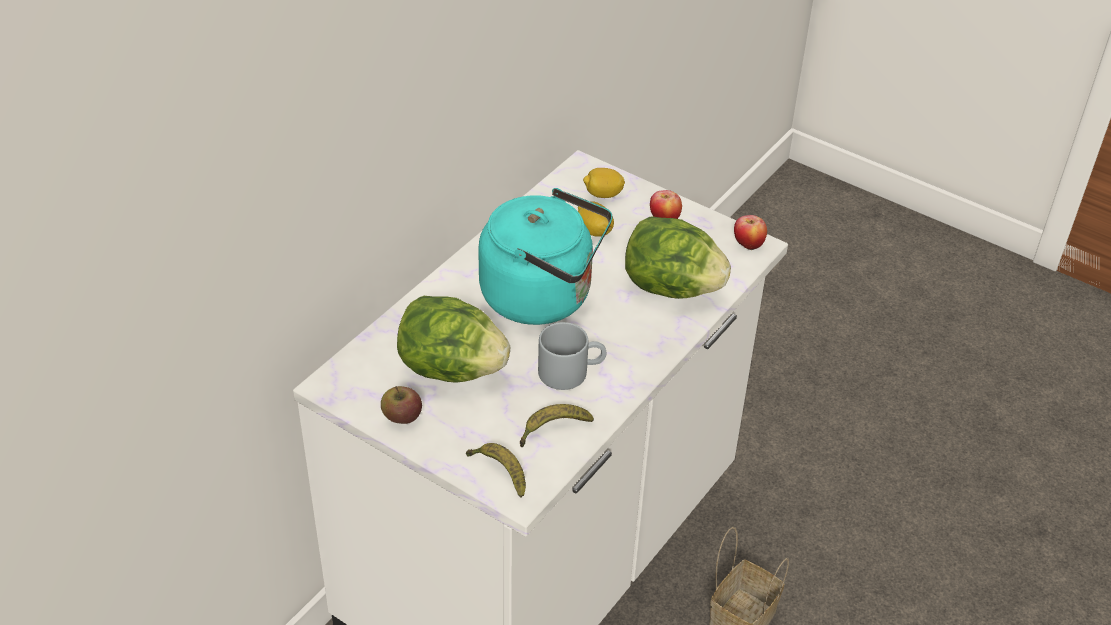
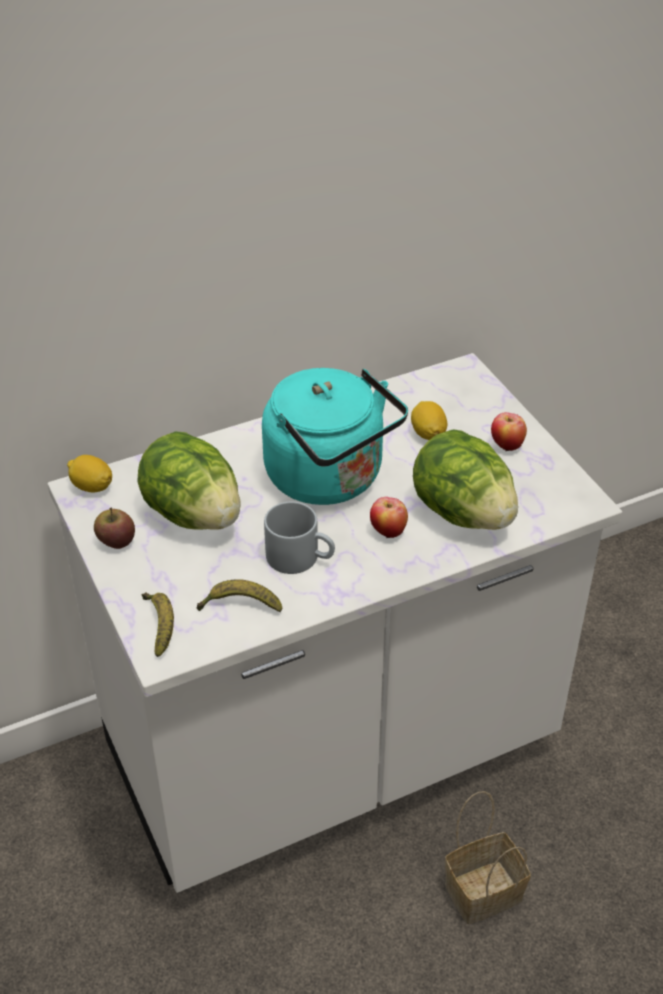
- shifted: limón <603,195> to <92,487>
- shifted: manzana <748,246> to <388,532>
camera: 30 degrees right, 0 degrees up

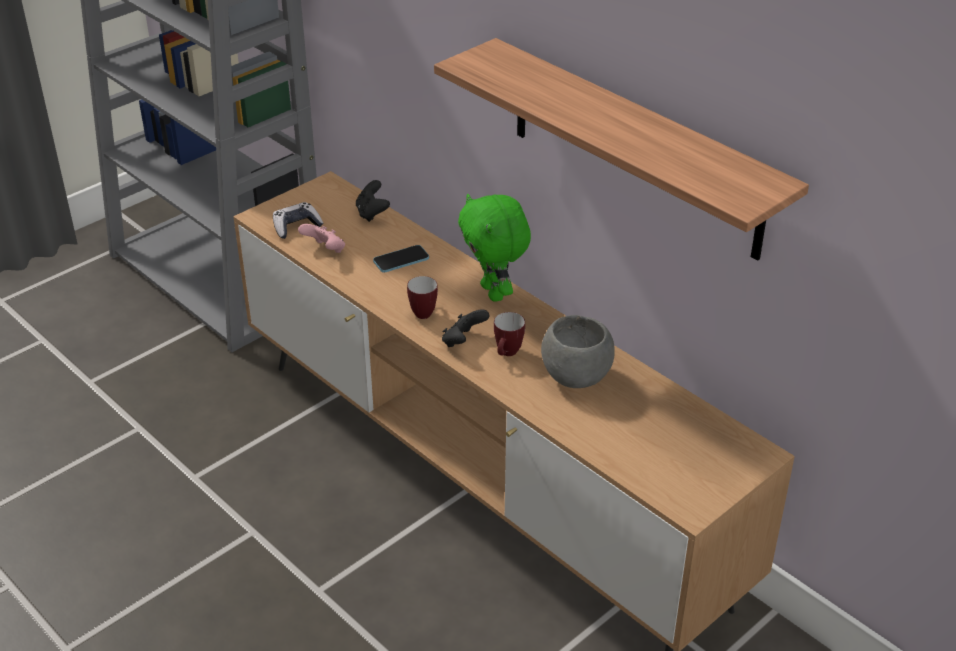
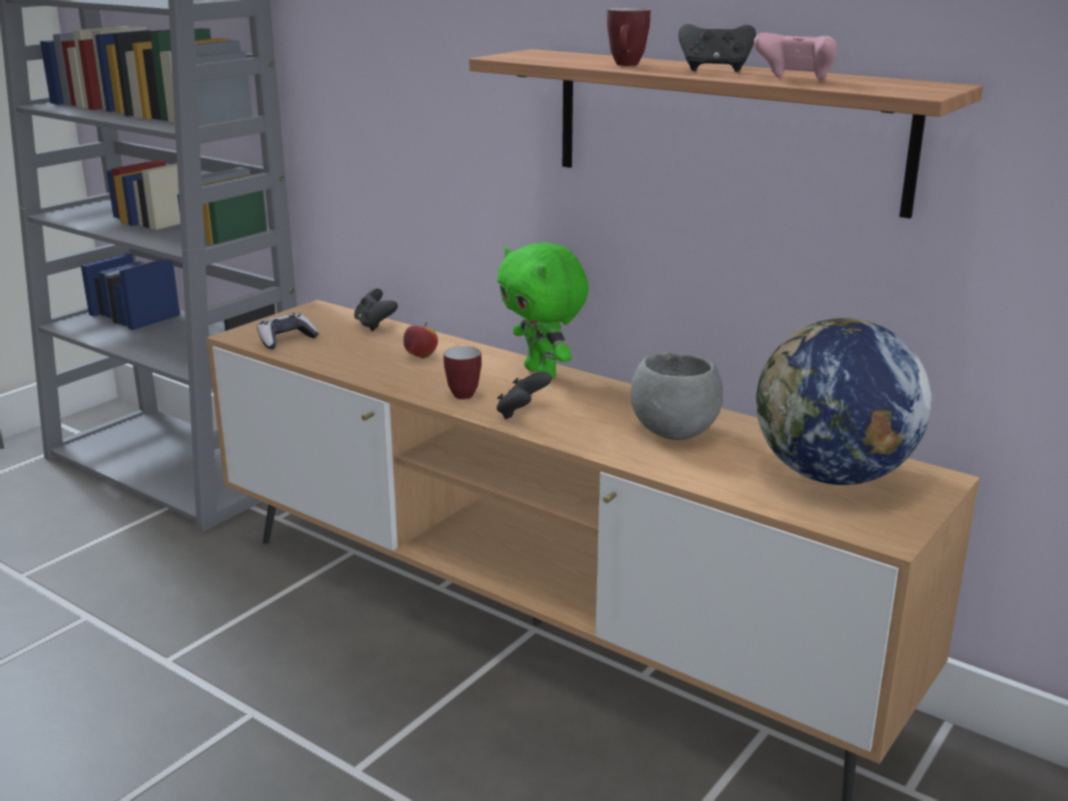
- swapped: móvil <401,260> to manzana <421,356>
- shifted: taza grande <507,354> to <626,65>
- new: mando de consola (negro) <715,70>
- shifted: mando de consola (rosa) <325,250> to <795,80>
- new: globo terráqueo <832,476>
camera: 10 degrees left, 15 degrees down

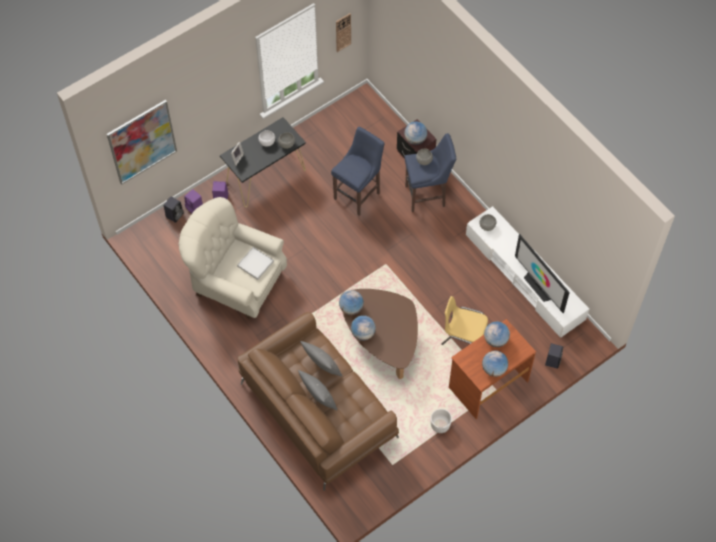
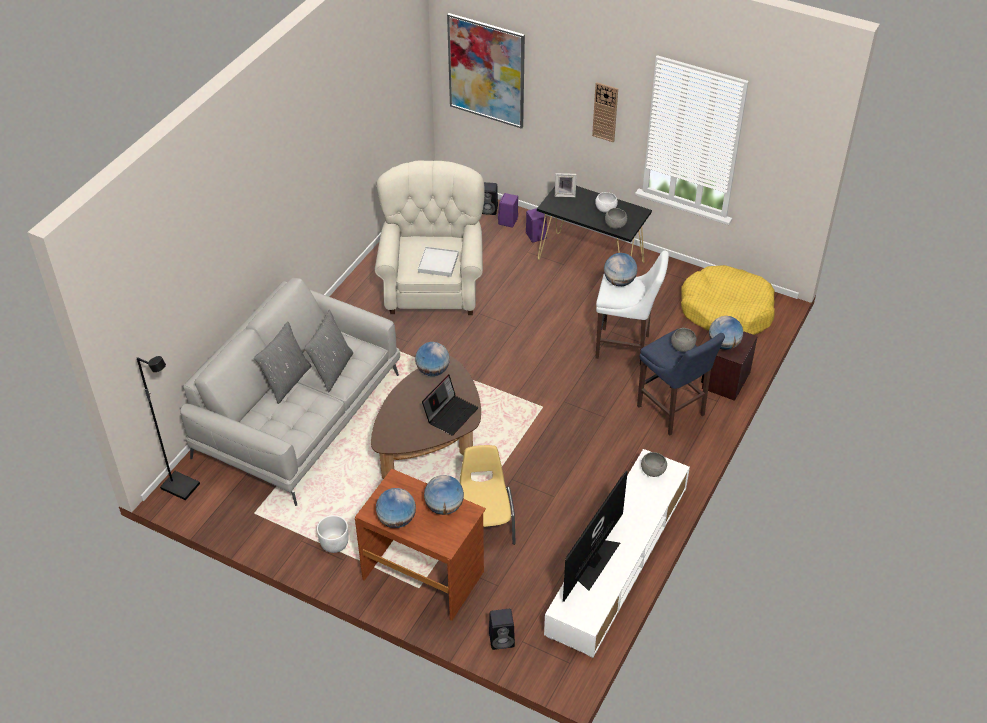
- new: lámpara de pie (negro) <181,486>
- repainted: sofá (marrón) <317,409> to sofá (gris) <299,414>
- new: portátil <450,414>
- shifted: reloj de pared <343,32> to <605,112>
- repainted: taburete (azul) <358,195> to taburete (blanco) <625,347>
- shifted: globo terráqueo <363,333> to <619,282>
- new: cama para perro (amarillo) <726,310>
camera: 65 degrees right, 15 degrees down

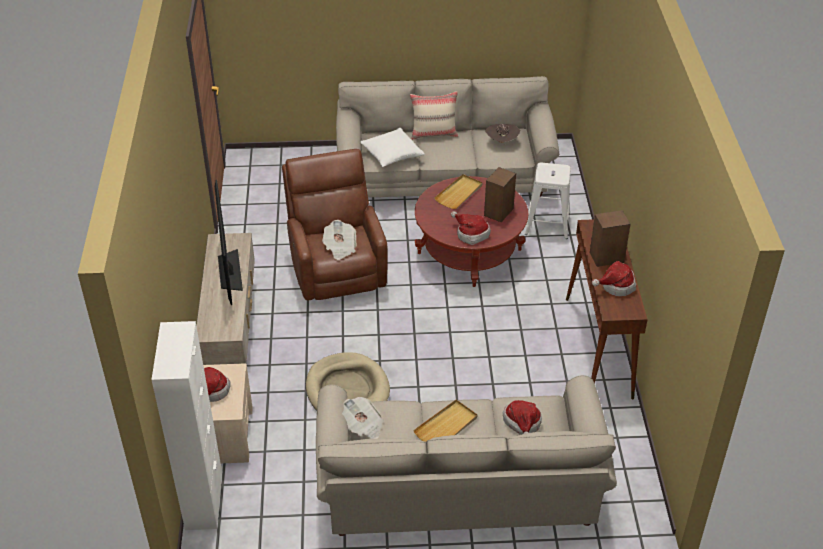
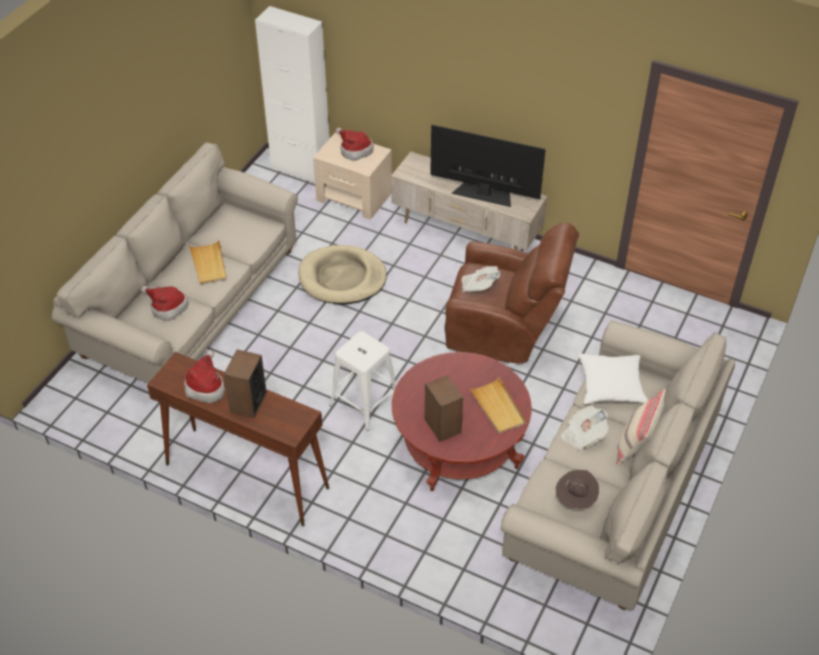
- shifted: taburete (blanco) <547,223> to <364,402>
- shifted: periódico <363,426> to <583,435>
- gone: sombrero <470,234>
camera: 120 degrees right, 5 degrees up

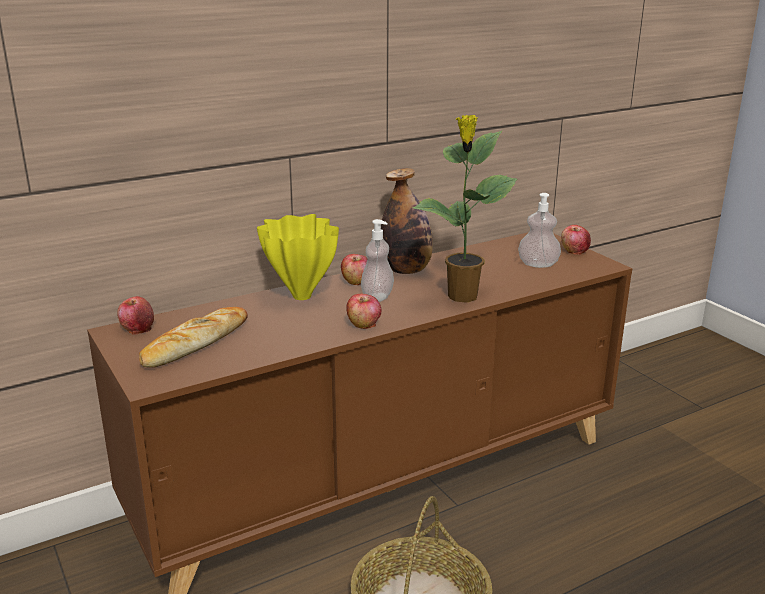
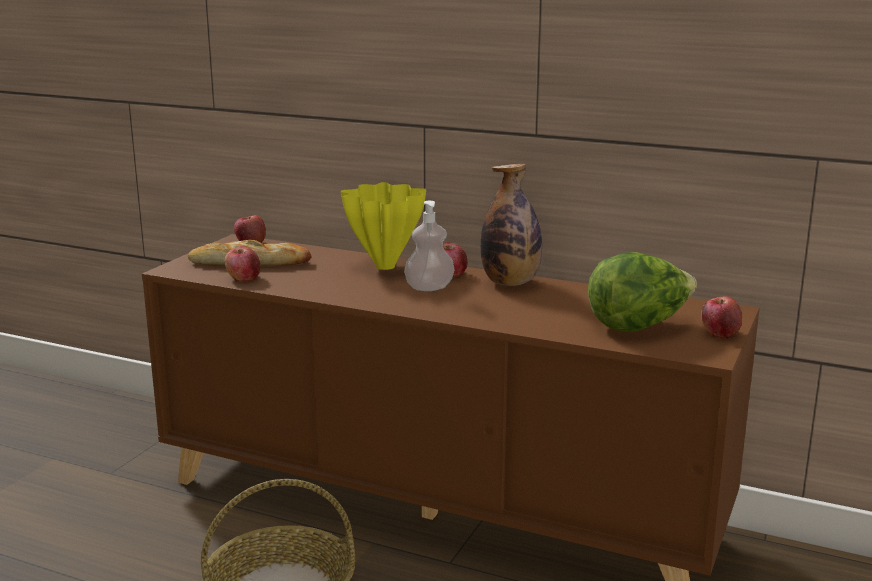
- shifted: manzana <364,324> to <243,278>
- swapped: dispensador de jabón <538,264> to lechuga <638,326>
- gone: planta en maceta <462,297>
camera: 55 degrees right, 5 degrees down

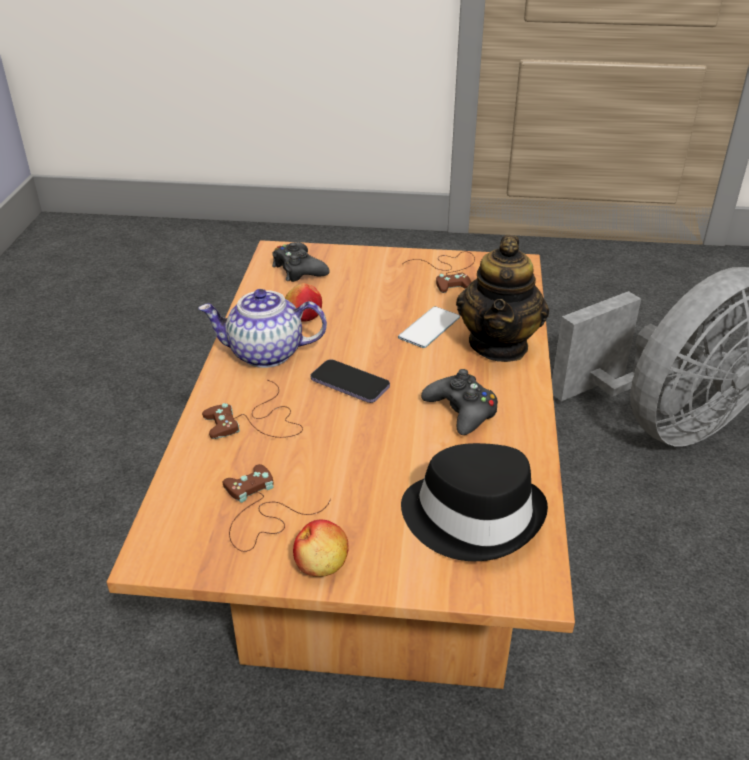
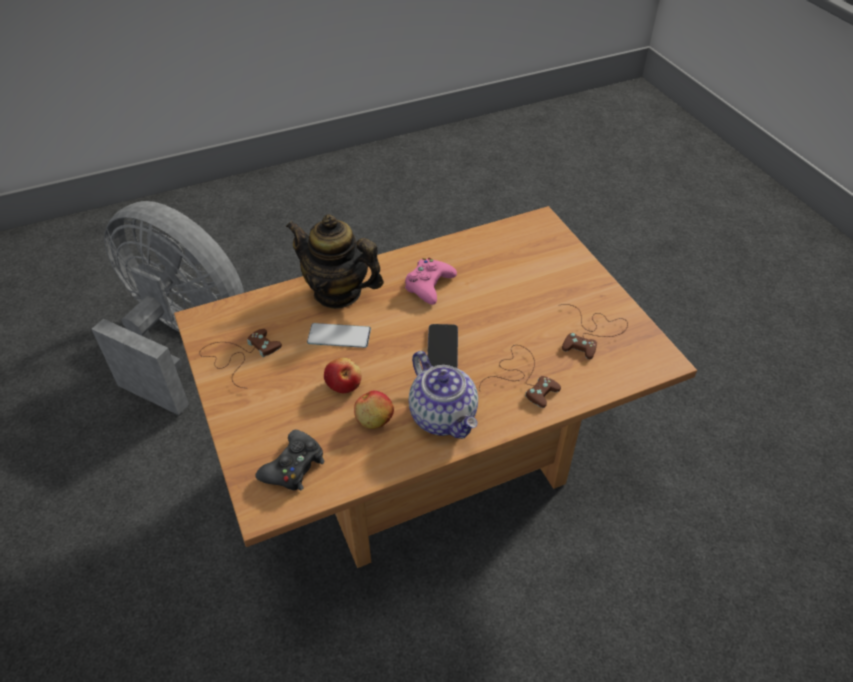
- rotated: tetera <499,345> = <338,292> 135 degrees counterclockwise
- shifted: manzana <322,564> to <344,384>
- repainted: mando de consola (negro) <461,411> to mando de consola (rosa) <429,285>
- gone: sombrero (negro) <473,515>
camera: 120 degrees left, 10 degrees up

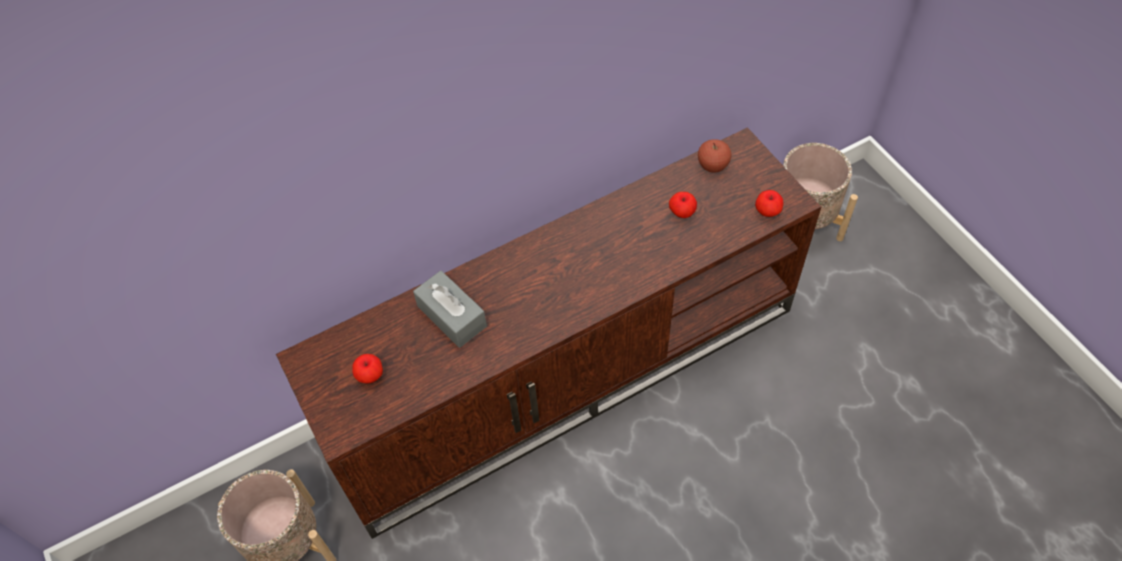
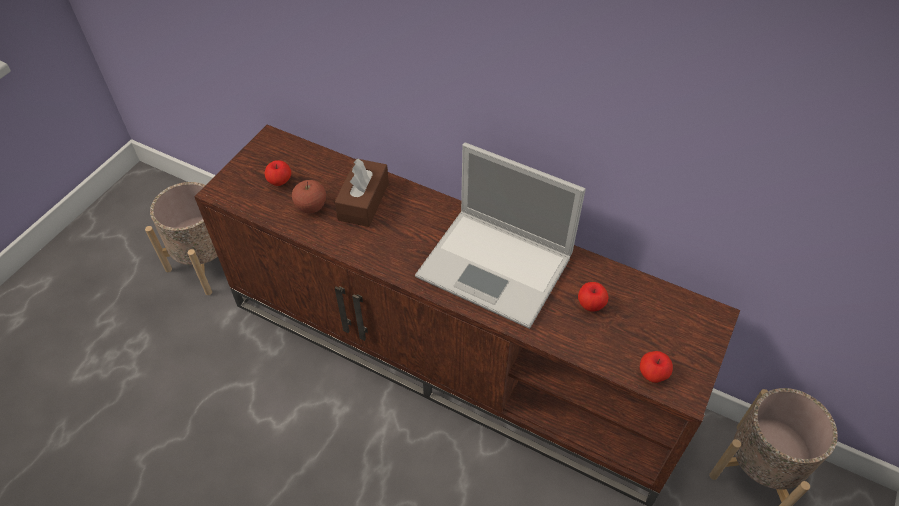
- shifted: manzana <712,166> to <311,207>
- repainted: caja de pañuelos (gris) <452,316> to caja de pañuelos (marrón) <363,201>
- new: portátil <497,267>
camera: 55 degrees right, 5 degrees down

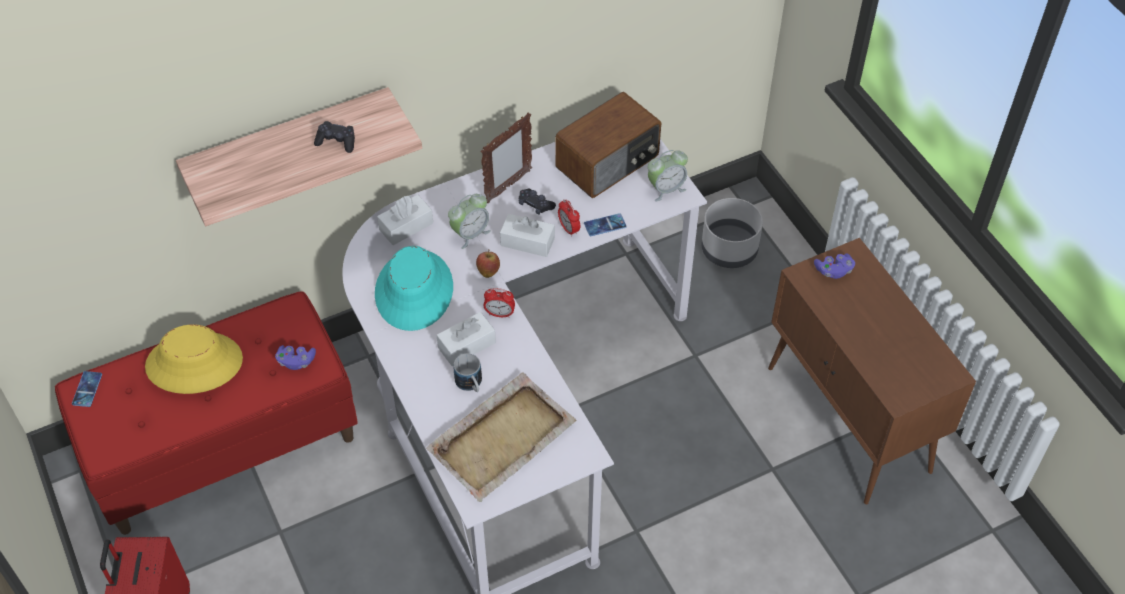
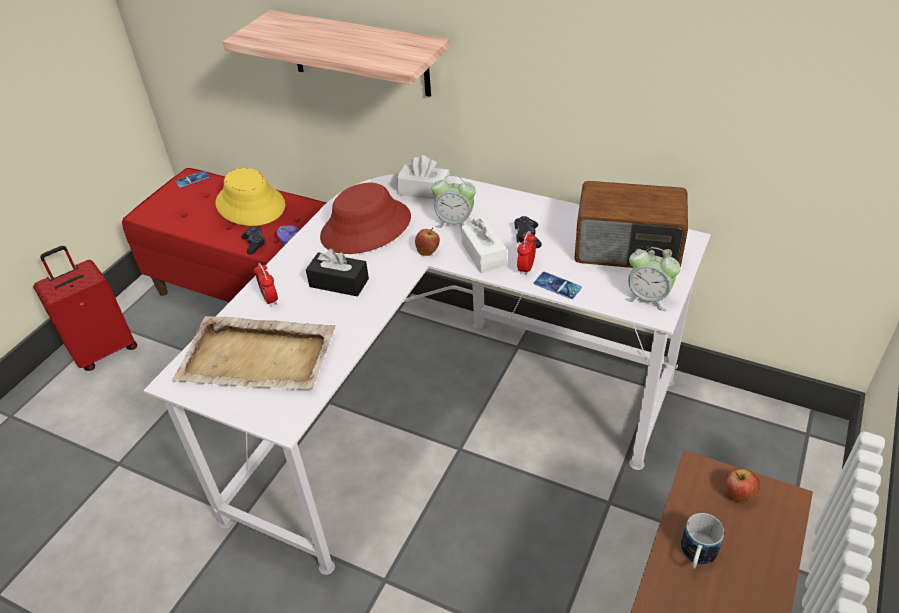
- shifted: mando de consola (negro) <336,141> to <254,244>
- shifted: despertador <499,314> to <270,299>
- repainted: caja de pañuelos (blanco) <466,345> to caja de pañuelos (negro) <339,283>
- repainted: sombrero (turquesa) <414,291> to sombrero (rojo) <366,228>
- shifted: taza grande <471,385> to <696,556>
- swapped: mando de consola (morado) <833,271> to manzana <738,495>
- gone: portarretratos <508,187>
- gone: maceta (gris) <730,250>
camera: 55 degrees right, 10 degrees down

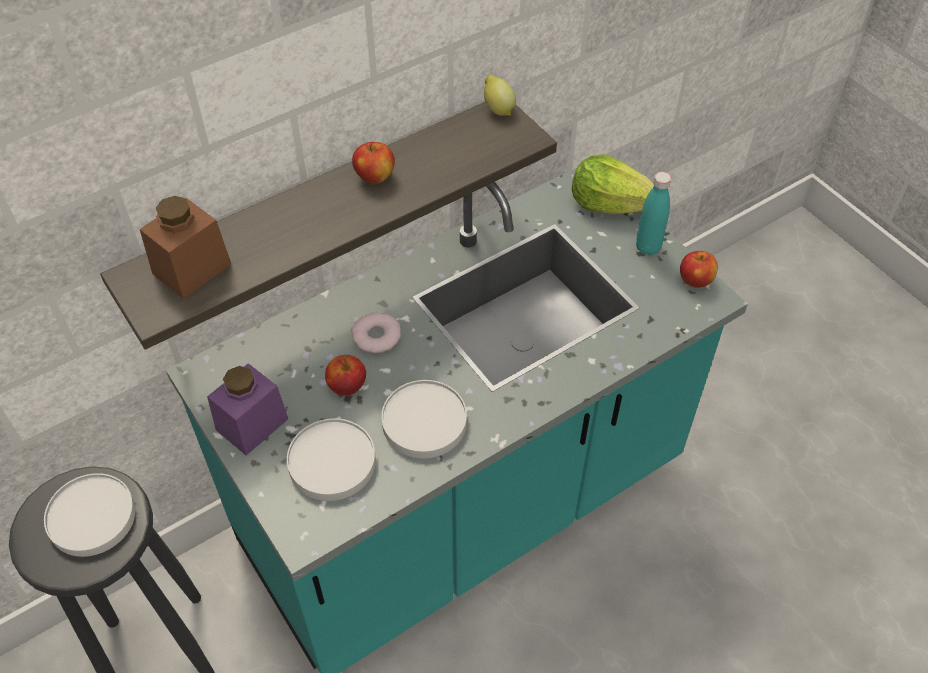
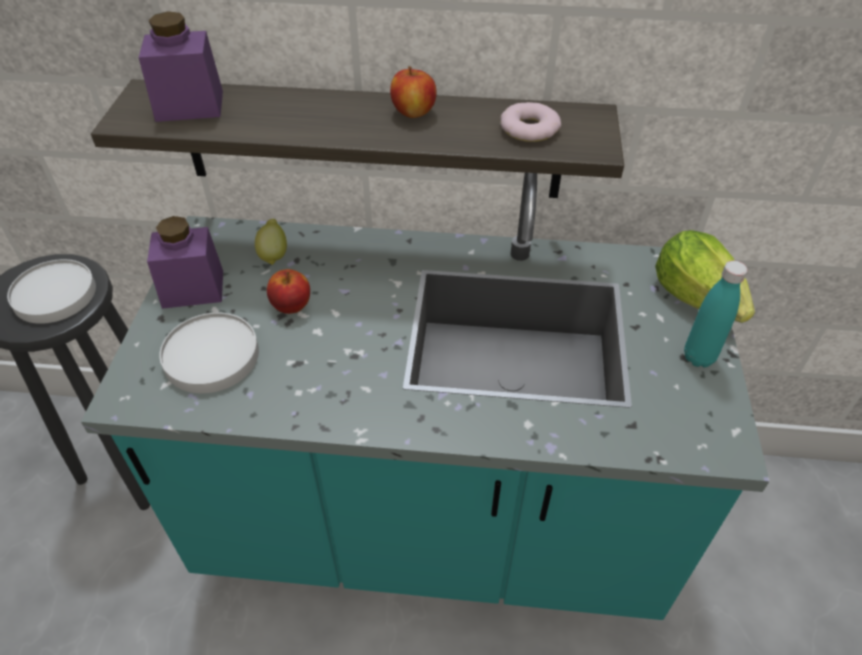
- repainted: tarro (marrón) <192,268> to tarro (morado) <190,106>
- shifted: limón <498,109> to <274,255>
- shifted: rosquilla <376,336> to <529,128>
- gone: plato (blanco) <424,422>
- gone: manzana <695,280>
camera: 40 degrees right, 5 degrees down

